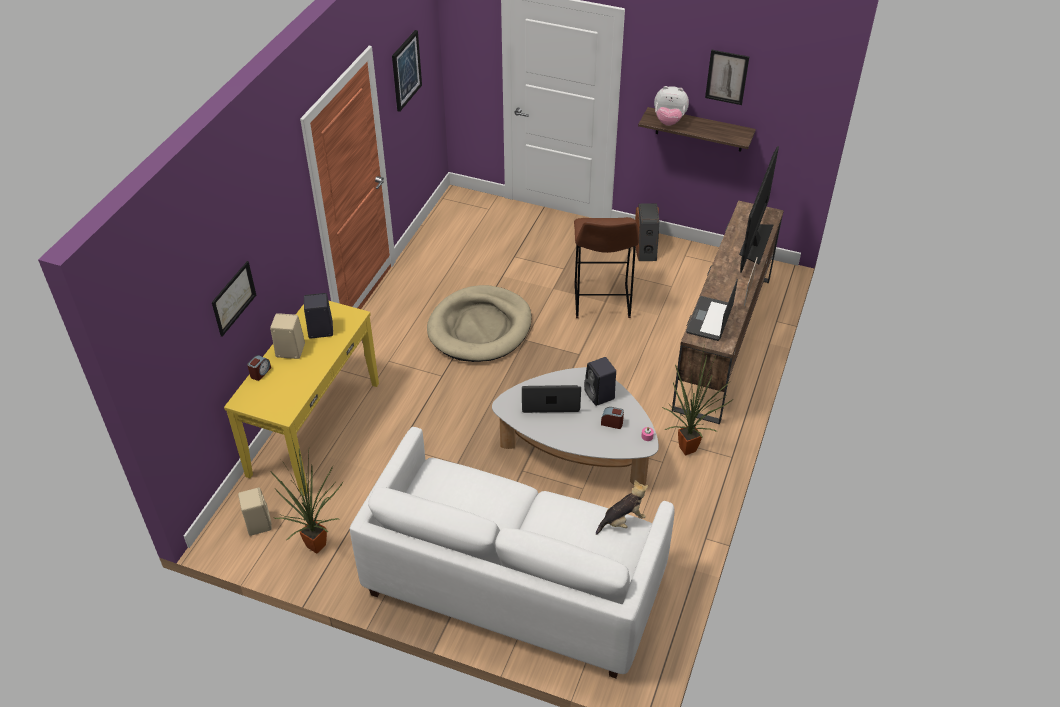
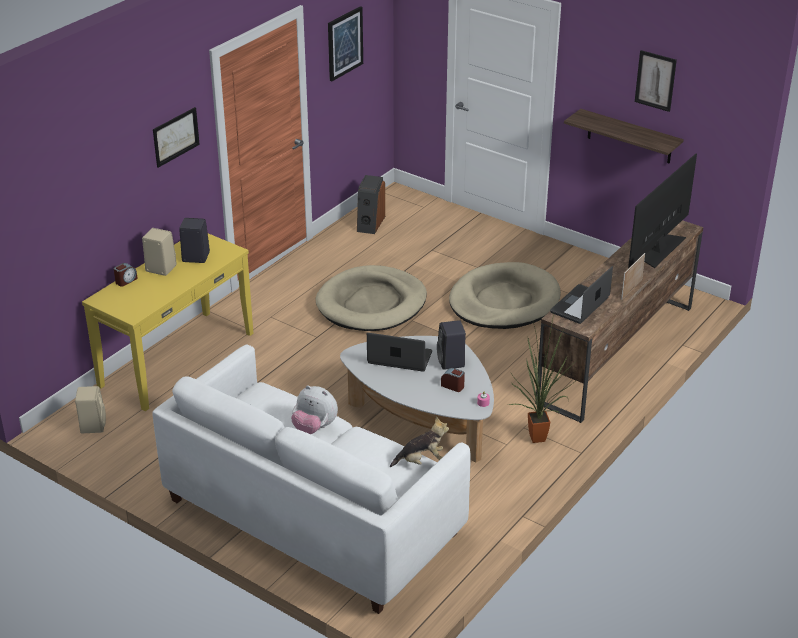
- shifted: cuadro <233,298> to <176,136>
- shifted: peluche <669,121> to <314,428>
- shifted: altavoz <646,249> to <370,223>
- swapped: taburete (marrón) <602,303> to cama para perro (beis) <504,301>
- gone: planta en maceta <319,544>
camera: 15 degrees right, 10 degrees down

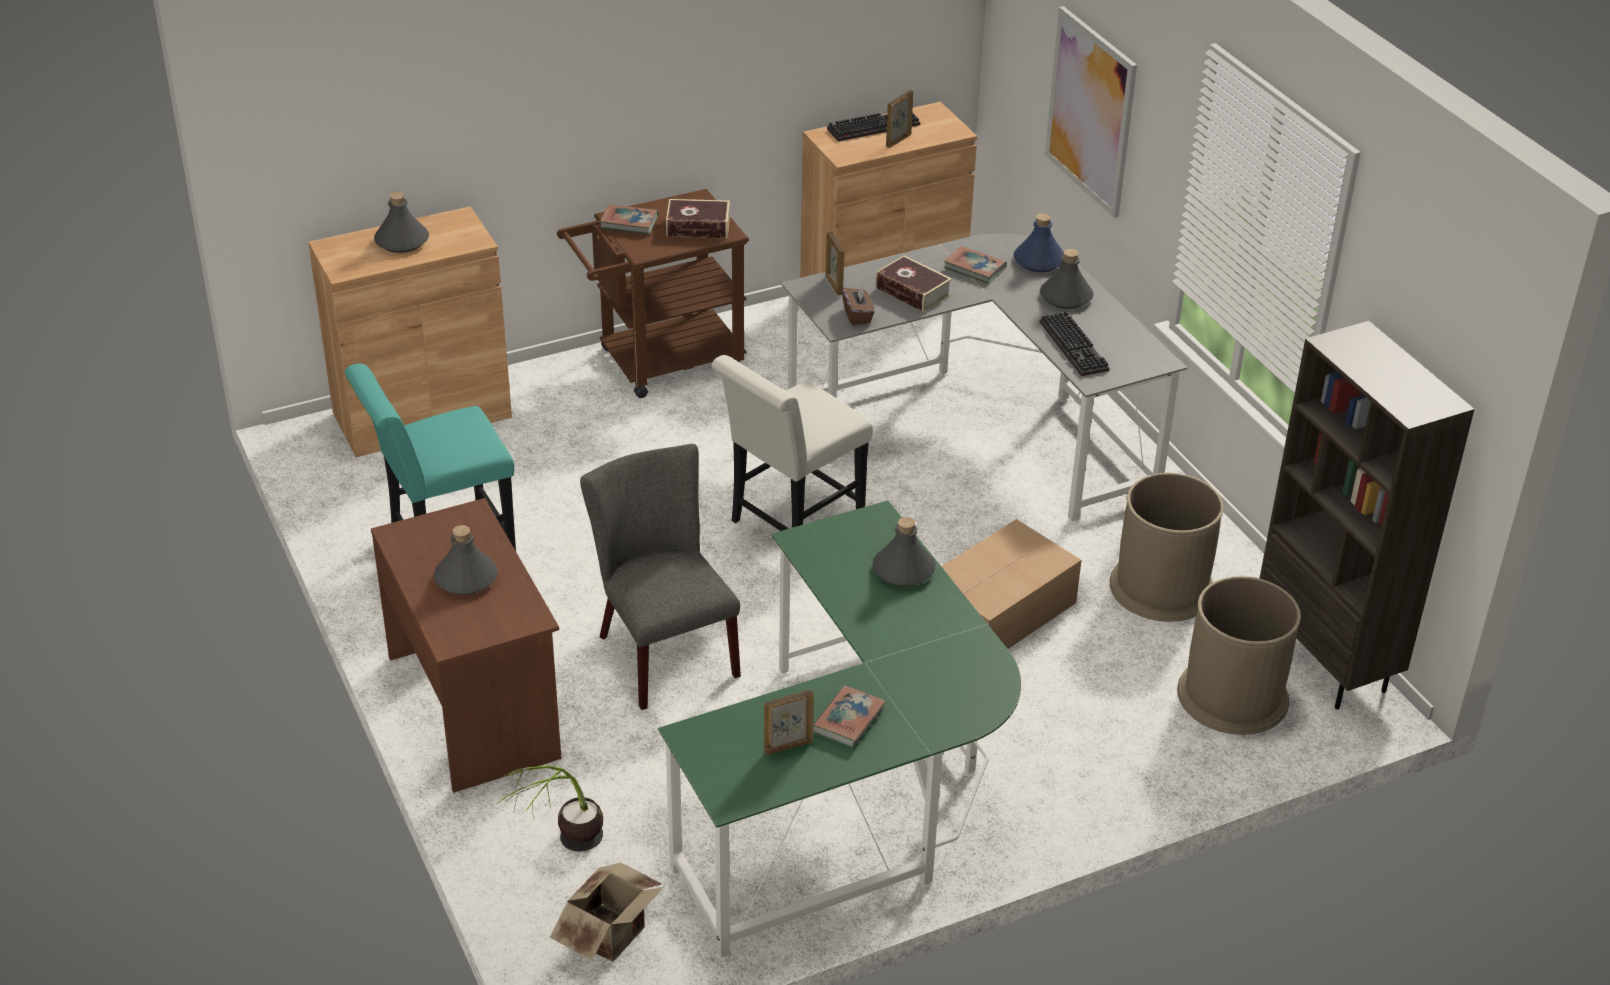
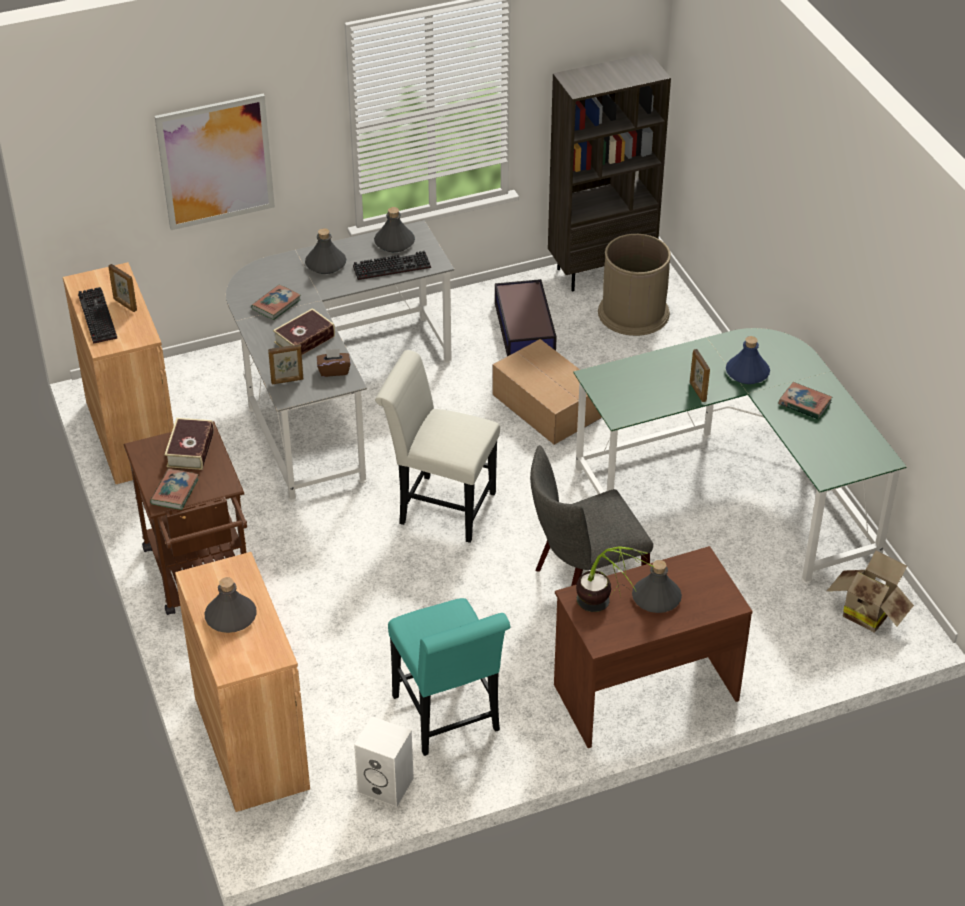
- new: altavoz (blanco) <387,785>
- shifted: botella (gris) <903,570> to <394,242>
- rotated: silla (blanco) <790,526> = <440,506> 150 degrees clockwise
- swapped: papelera (marrón) <1162,587> to caja de almacenaje <525,328>
- shifted: planta en maceta <560,849> to <607,611>
- shifted: portarretratos <787,746> to <697,392>
- shifted: botella (azul) <1038,261> to <747,373>
camera: 85 degrees left, 5 degrees up

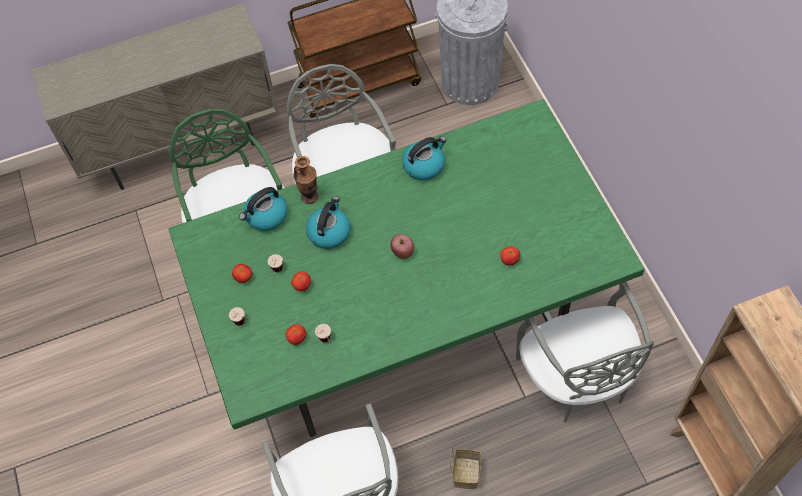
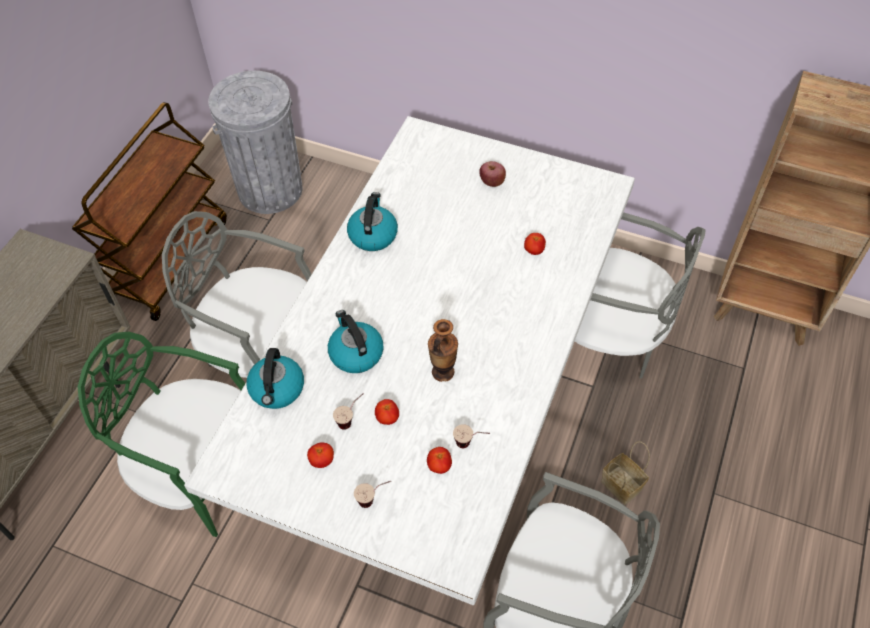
- repainted: mesa de comedor (verde) <406,322> to mesa de comedor (blanco) <436,414>
- shifted: florero <309,197> to <443,372>
- shifted: manzana <402,252> to <492,182>
camera: 50 degrees left, 5 degrees down

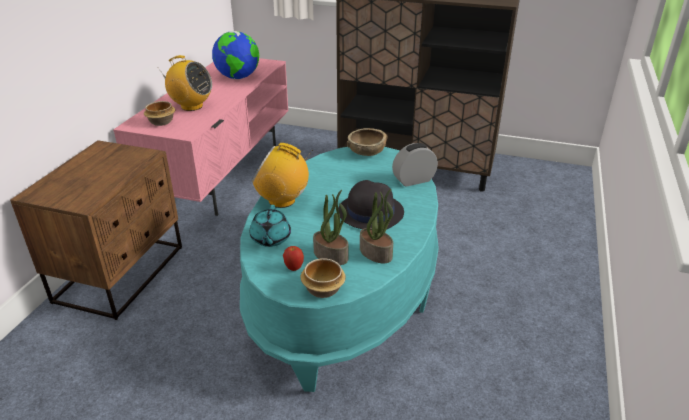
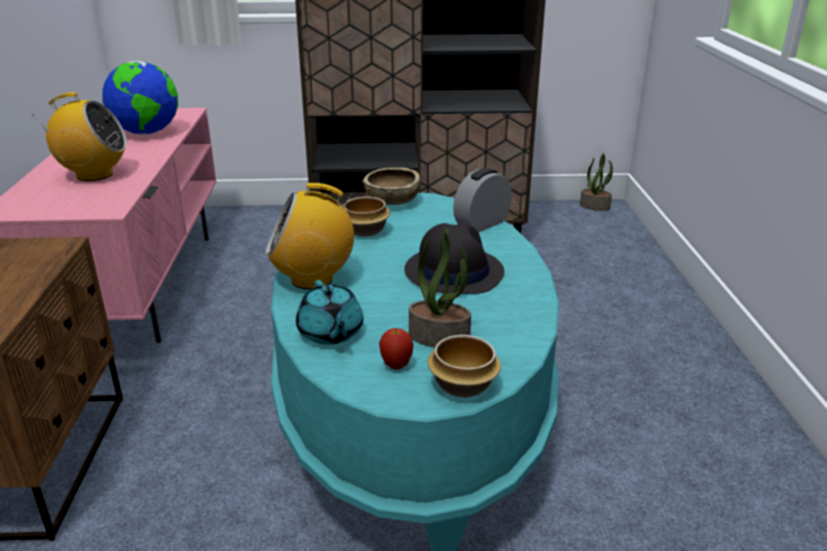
- shifted: cuenco <161,122> to <366,231>
- shifted: planta en maceta <376,253> to <595,206>
camera: 20 degrees left, 5 degrees down

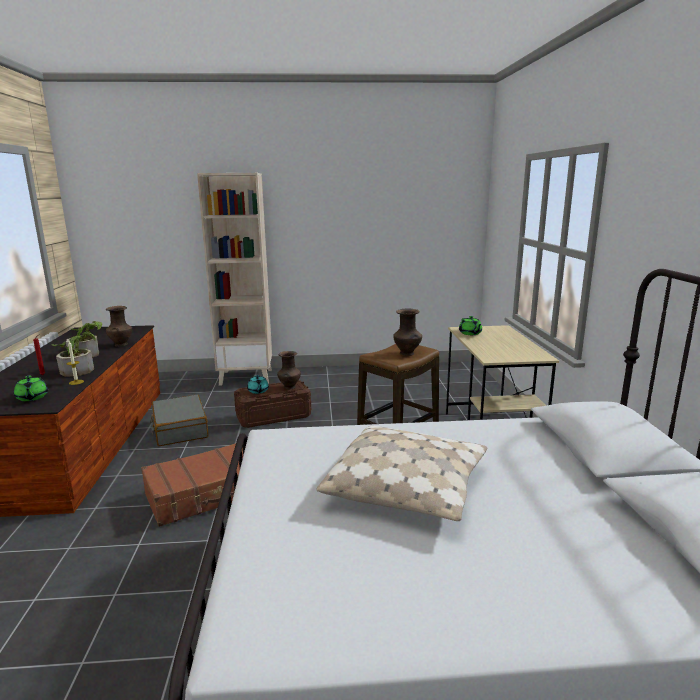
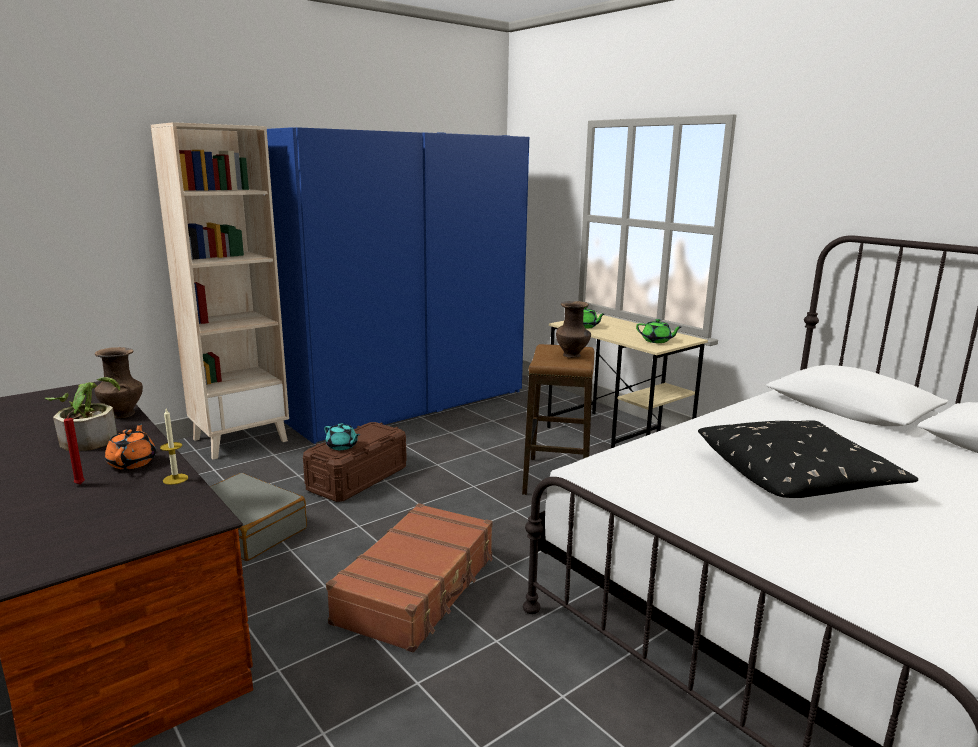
- swapped: planta en maceta <78,370> to tetera (naranja) <133,462>
- new: armario ropero (azul) <407,404>
- shifted: tetera (verde) <32,398> to <657,341>
- repainted: cojín (beis) <407,487> to cojín (negro) <796,476>
- gone: florero (marrón) <289,387>
camera: 35 degrees left, 0 degrees up

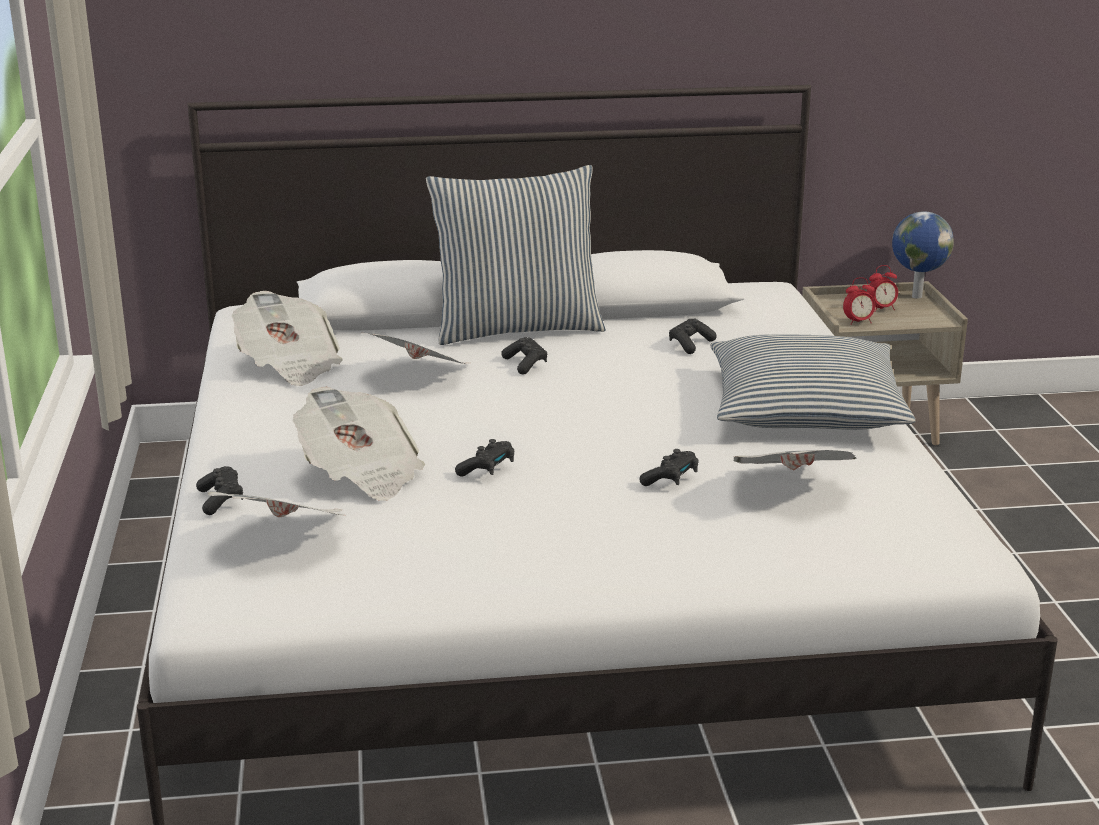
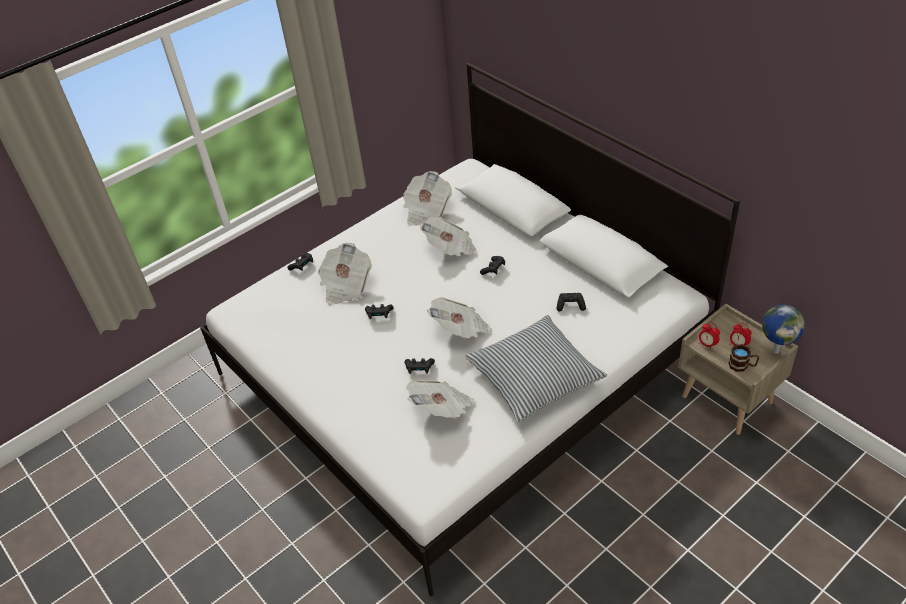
- shifted: periódico <286,537> to <461,329>
- new: taza grande (marrón) <742,365>
- gone: cojín <517,328>
camera: 60 degrees right, 20 degrees up

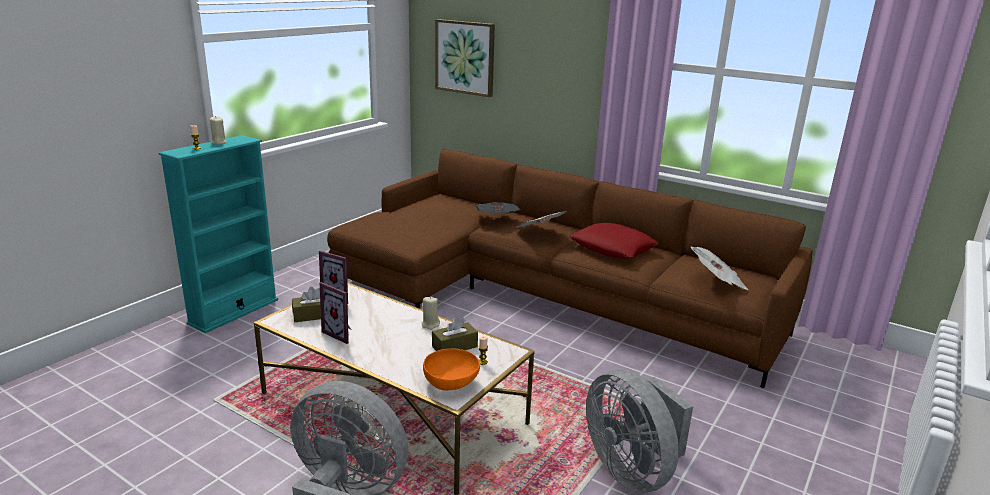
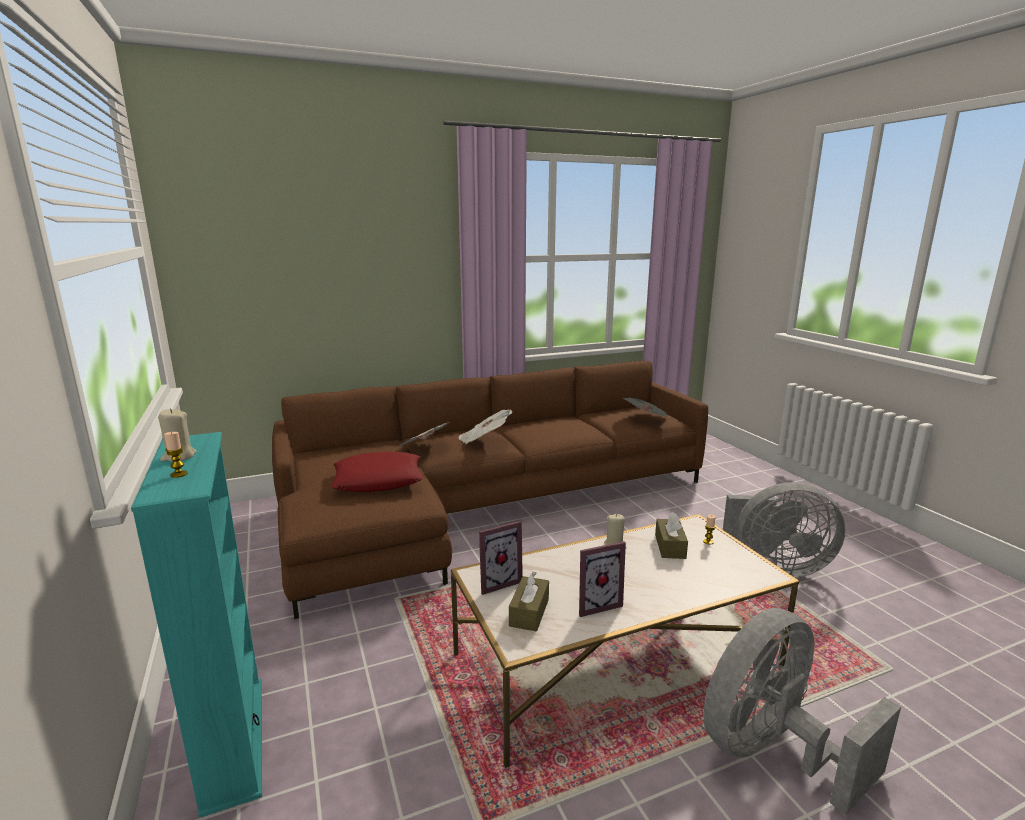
- shifted: cojín (rojo) <613,248> to <378,480>
- gone: cuenco (naranja) <451,383>
- gone: cuadro <465,57>
camera: 55 degrees left, 5 degrees down

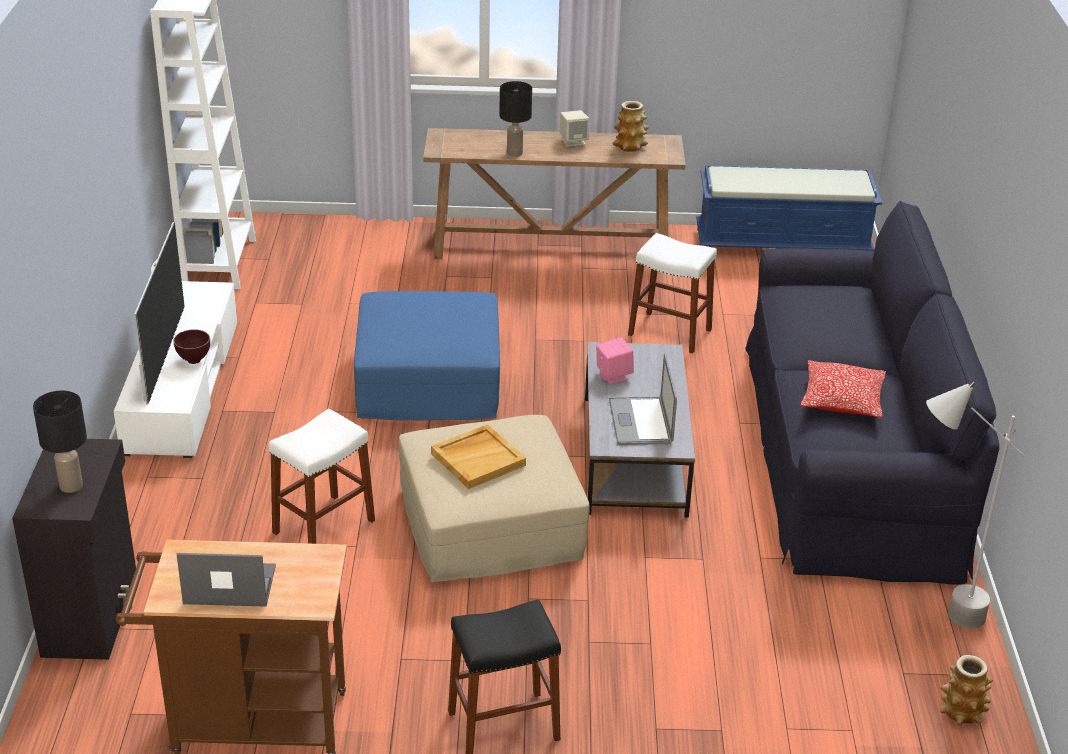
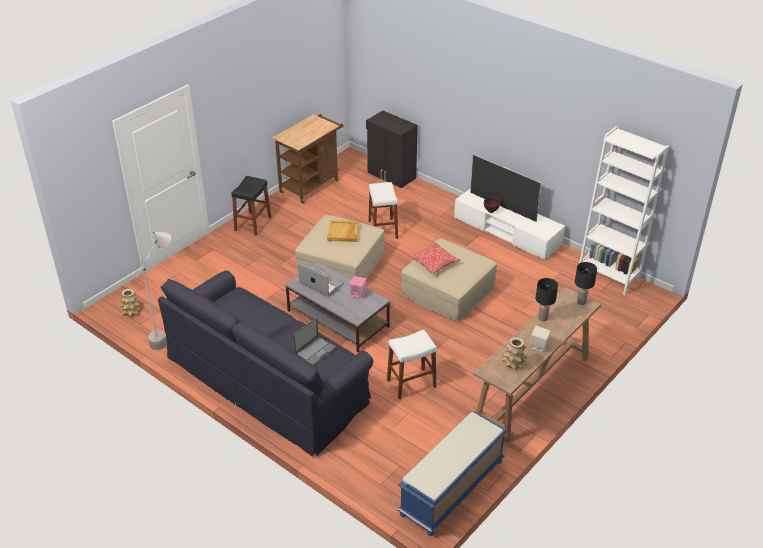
- shifted: portátil <228,585> to <315,350>
- repainted: puf (azul) <428,382> to puf (beis) <447,291>
- shifted: cojín <842,400> to <434,263>
- shifted: lámpara de mesa (negro) <71,486> to <581,301>
camera: 130 degrees right, 5 degrees up

